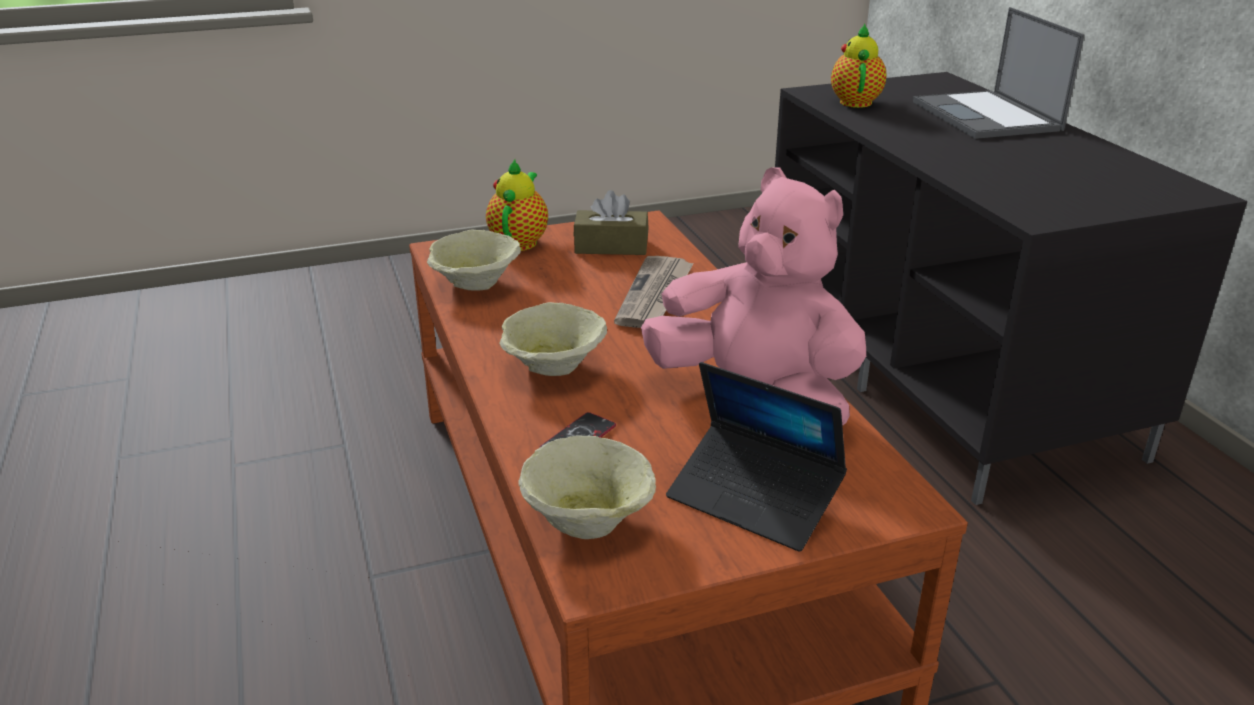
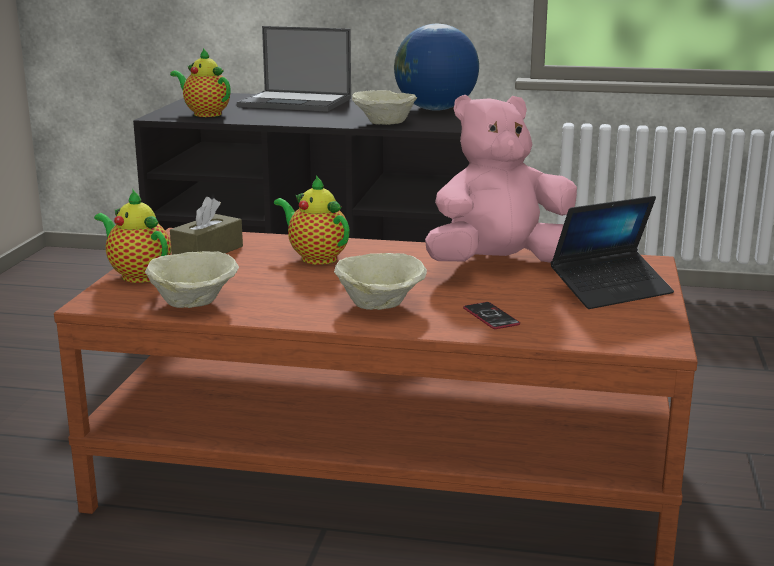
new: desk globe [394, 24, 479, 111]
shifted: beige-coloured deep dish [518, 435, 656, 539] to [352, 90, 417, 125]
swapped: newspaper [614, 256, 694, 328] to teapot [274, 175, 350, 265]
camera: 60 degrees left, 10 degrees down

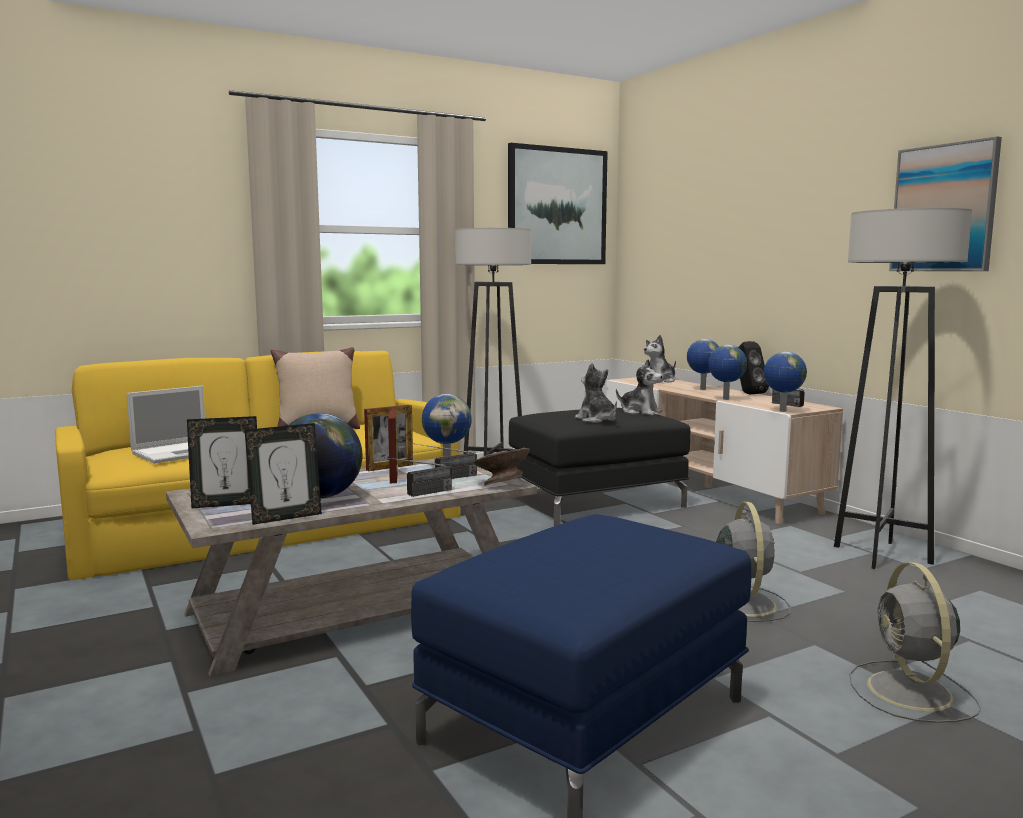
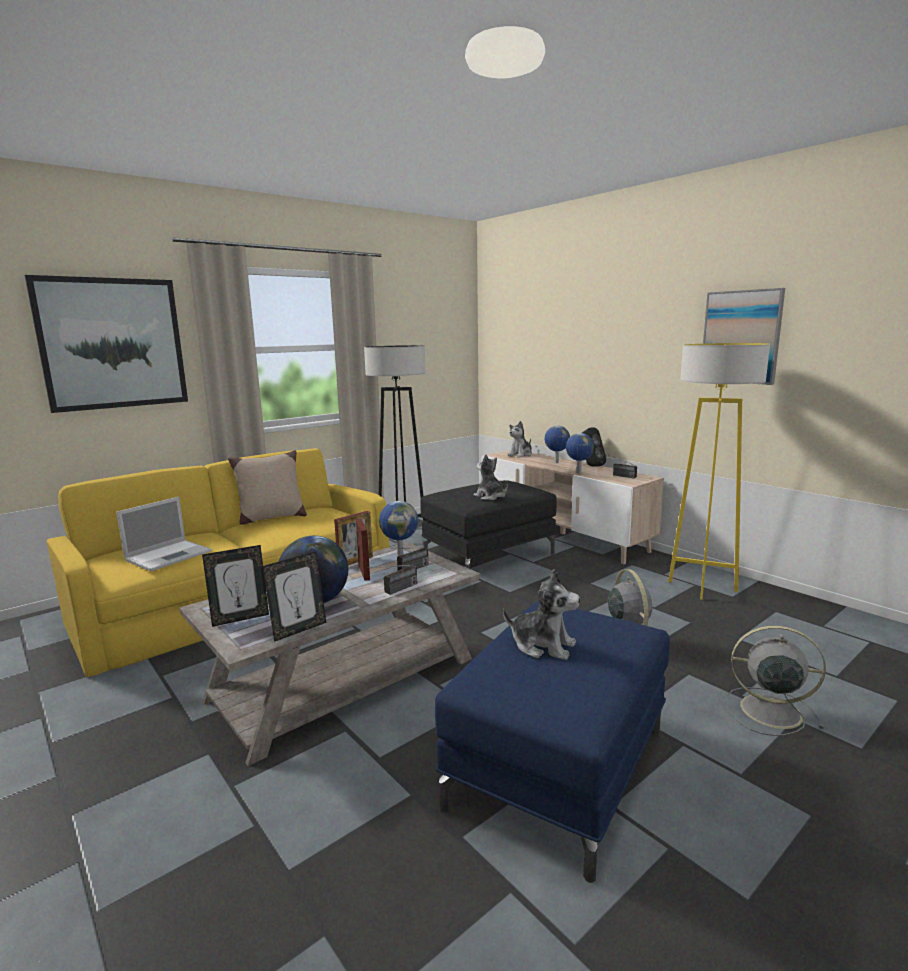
gone: gray deep dish [474, 448, 530, 486]; desk globe [764, 352, 807, 412]
shifted: picture [508, 143, 608, 264] to [25, 275, 188, 413]; soft toy [616, 359, 663, 415] to [503, 569, 580, 660]
repainted: gray standing lamp [834, 208, 972, 569] to yellow-coloured standing lamp [668, 343, 770, 600]
rotated: gray fan [849, 562, 981, 723] = [725, 626, 826, 736] 120 degrees clockwise
camera: 10 degrees left, 5 degrees up

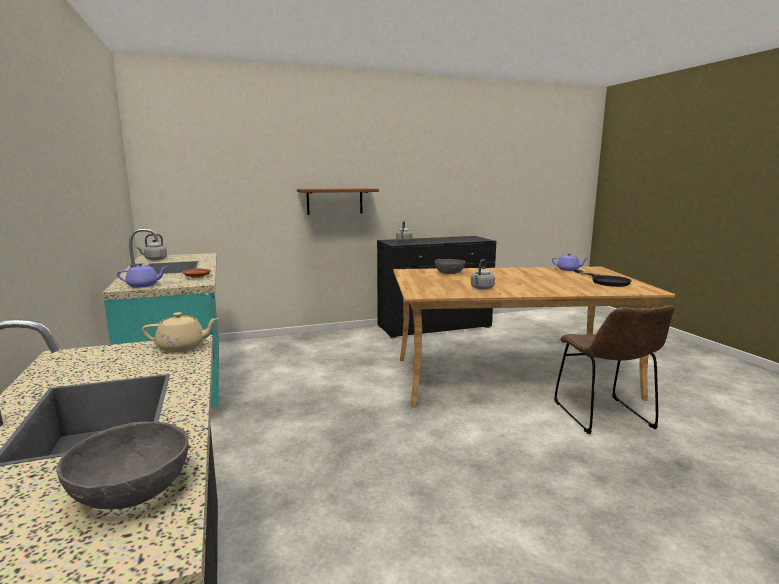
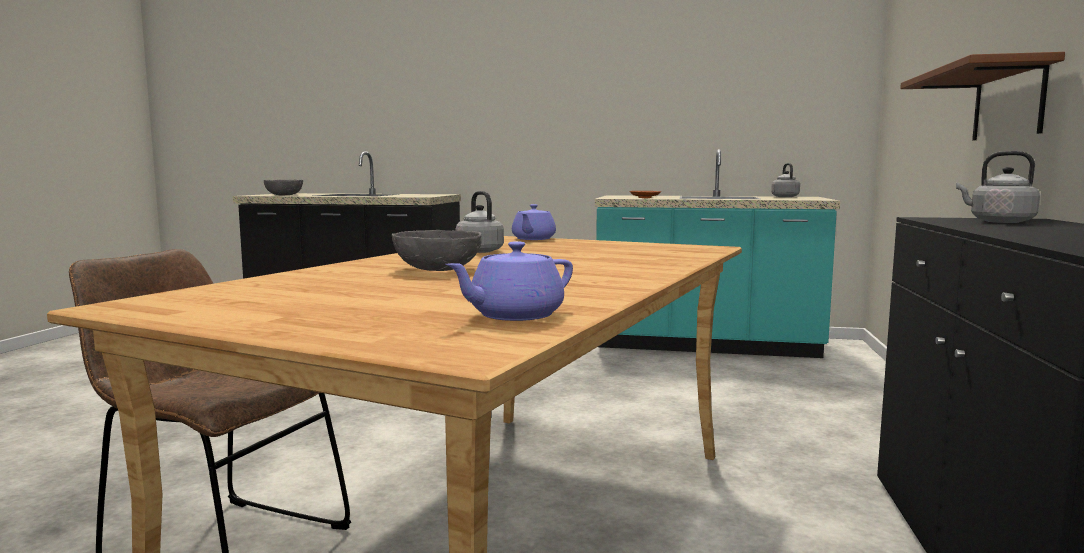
gone: beige-coloured teapot [142, 312, 220, 352]; black skillet [574, 270, 632, 287]
shifted: purple teapot [117, 263, 167, 288] to [512, 204, 556, 240]; gray deep dish [435, 259, 465, 274] to [392, 230, 482, 271]
camera: 120 degrees right, 5 degrees down

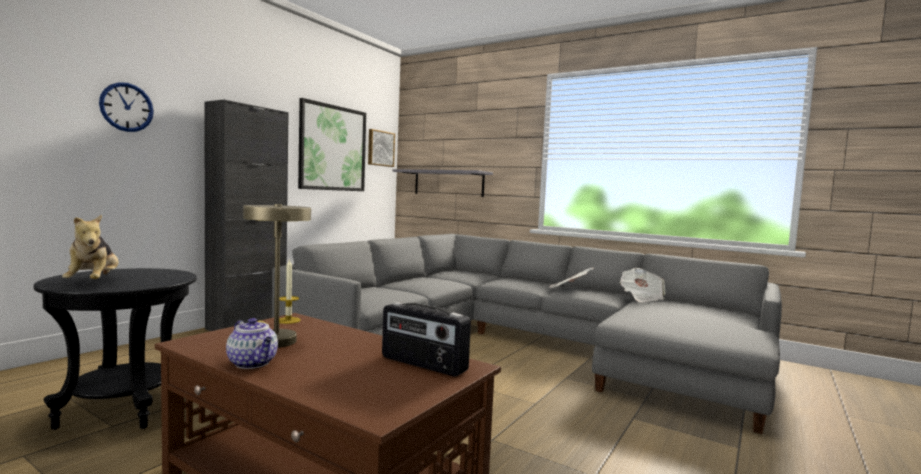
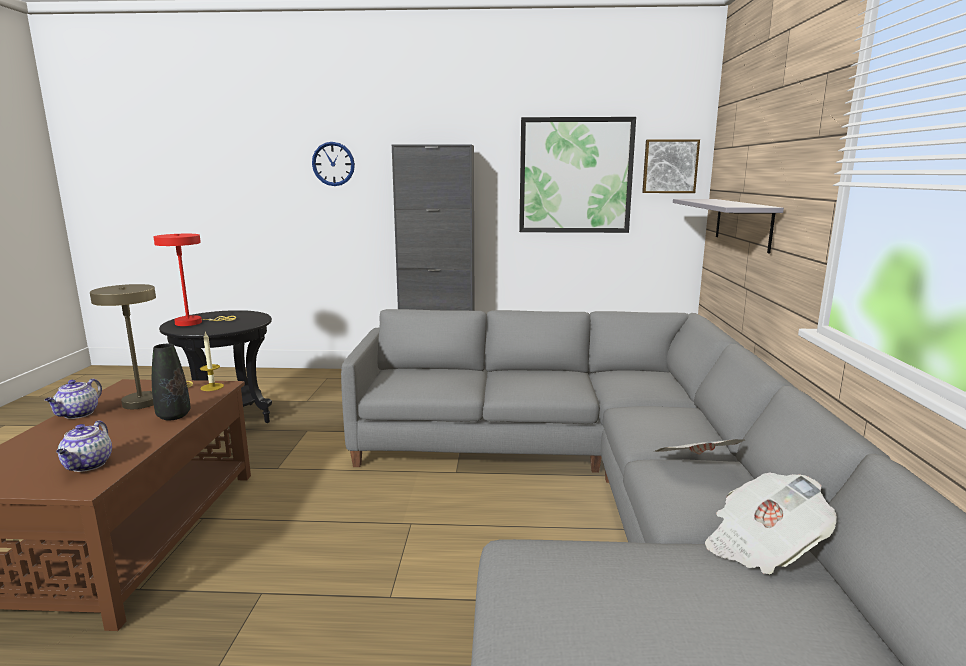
new: black flower vase [152, 343, 190, 421]
swapped: soft toy [62, 215, 118, 279] to red lamp for a table [154, 234, 236, 326]; radio receiver [382, 302, 471, 376] to teapot [56, 420, 112, 472]
camera: 60 degrees right, 10 degrees up

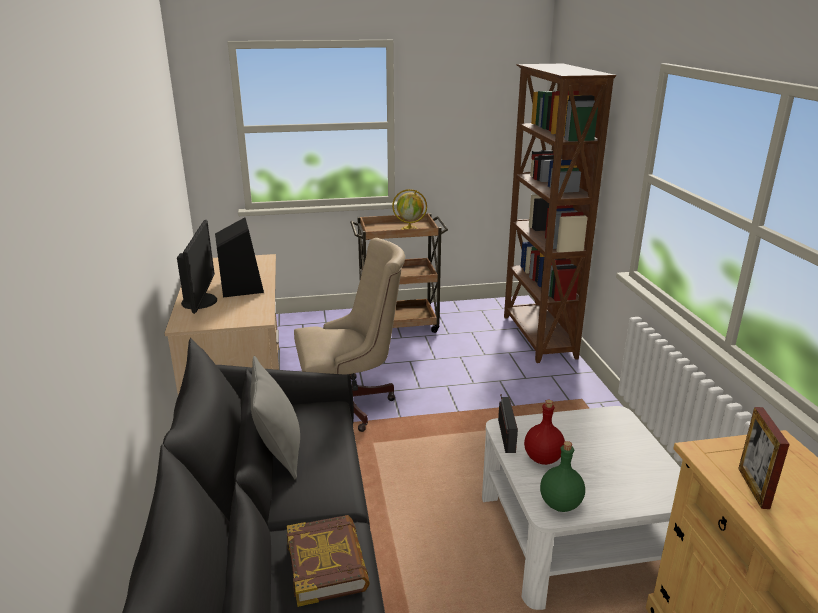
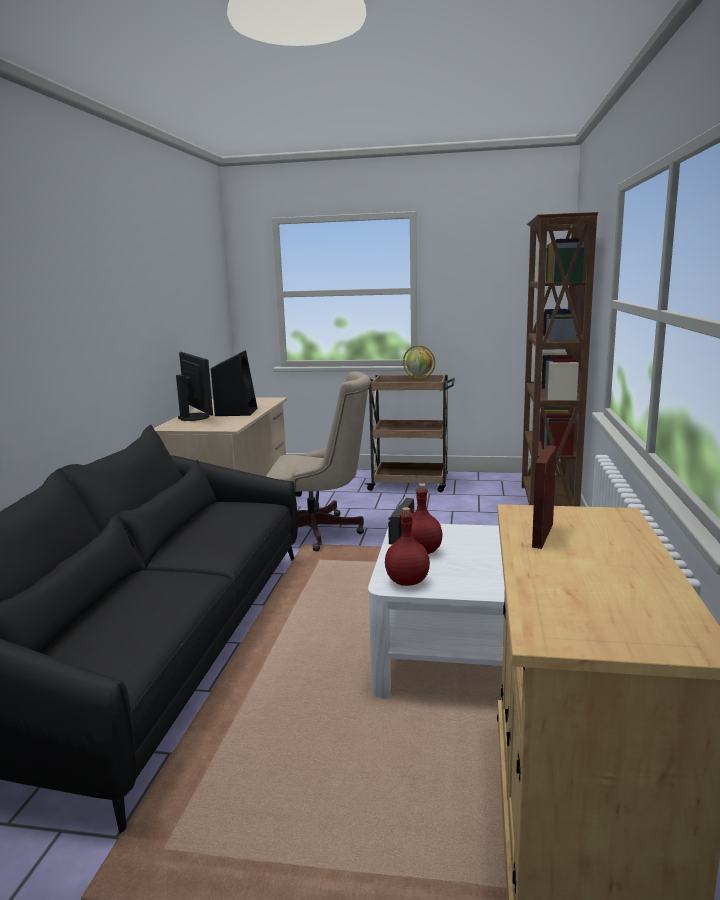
gone: gray cushion [250, 356, 300, 480]; volume [287, 515, 370, 607]
repainted: greenish beverage bottle [540, 441, 585, 512] to red beverage bottle [385, 507, 430, 586]
rotated: computer display [177, 220, 217, 314] = [176, 352, 213, 421] 45 degrees counterclockwise
camera: 20 degrees right, 10 degrees down

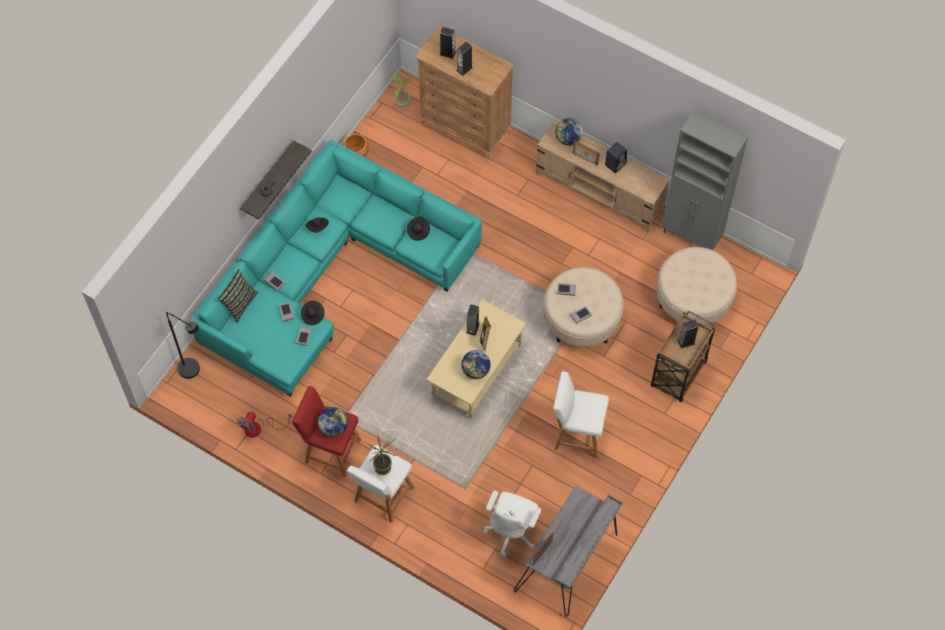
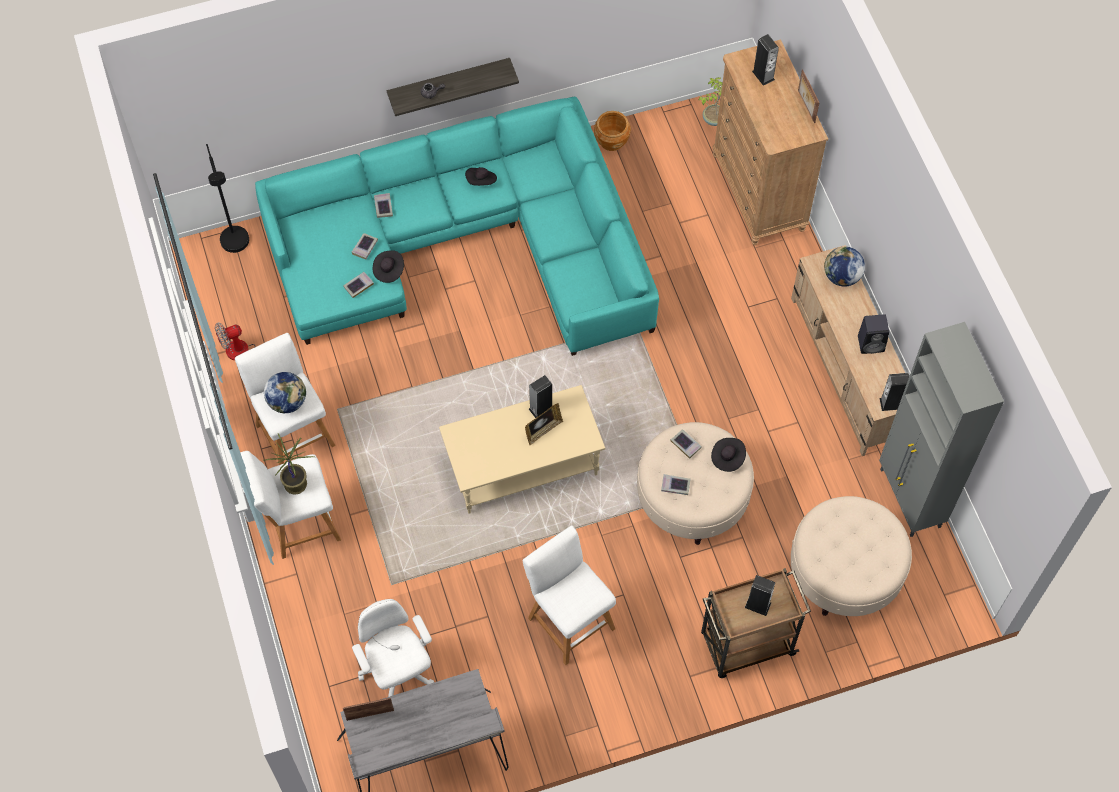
gone: cushion [218, 269, 258, 323]; desk globe [461, 350, 491, 379]
shifted: black hat [407, 217, 430, 241] to [711, 438, 746, 472]; loudspeaker [456, 42, 473, 76] to [880, 373, 909, 411]; picture frame [573, 140, 600, 166] to [798, 69, 820, 123]
repainted: red stool [292, 386, 362, 477] to white stool [235, 333, 335, 465]
rotated: white computer chair [484, 491, 542, 557] = [352, 599, 434, 697] 90 degrees clockwise
camera: 40 degrees right, 0 degrees up

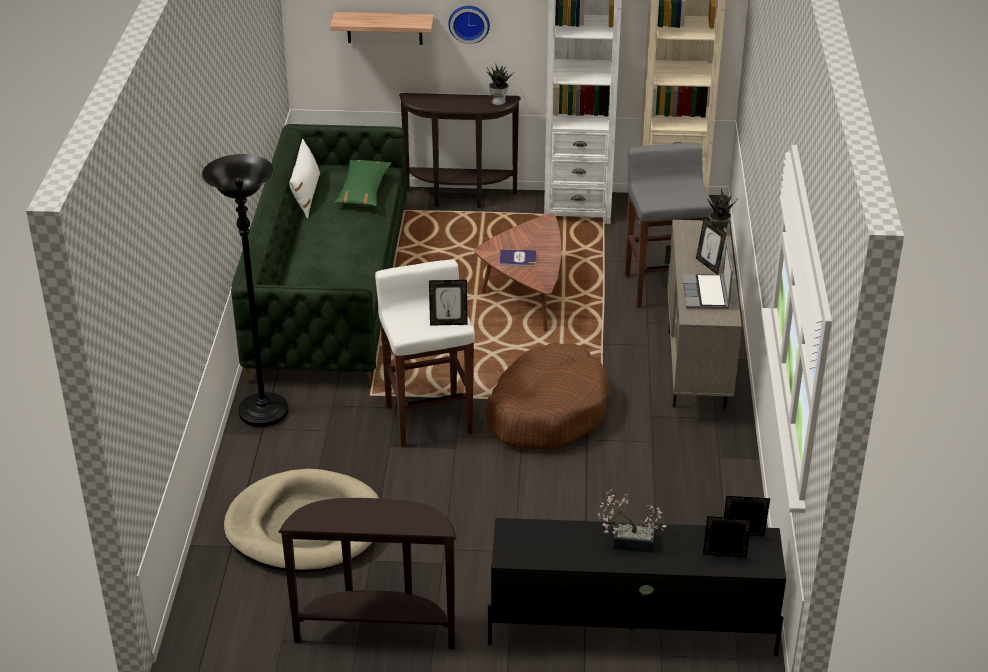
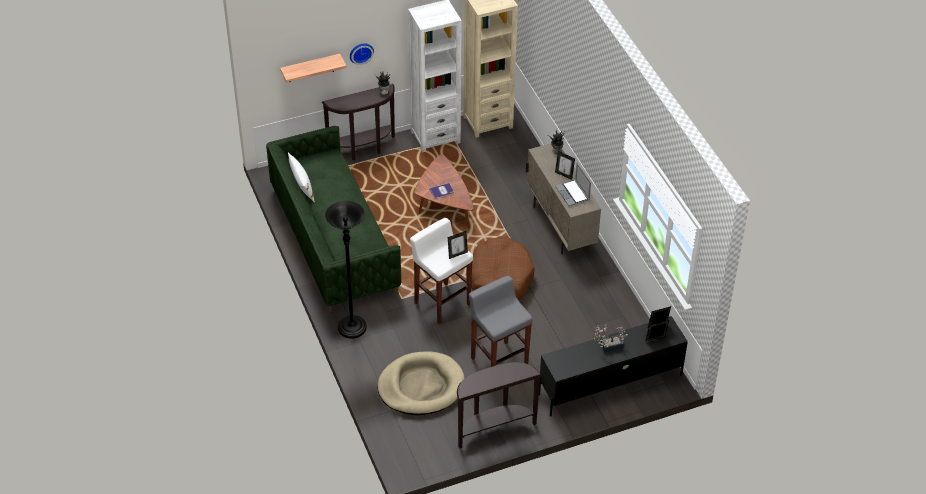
gone: greenish cushion [334, 160, 392, 207]
shifted: gray stool [625, 143, 713, 308] to [469, 276, 533, 367]
camera: 25 degrees left, 10 degrees up

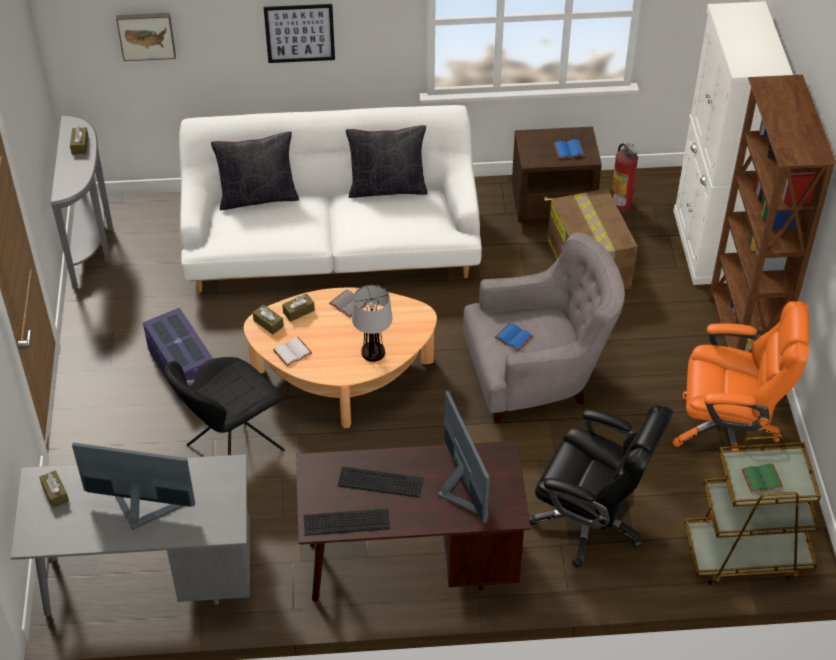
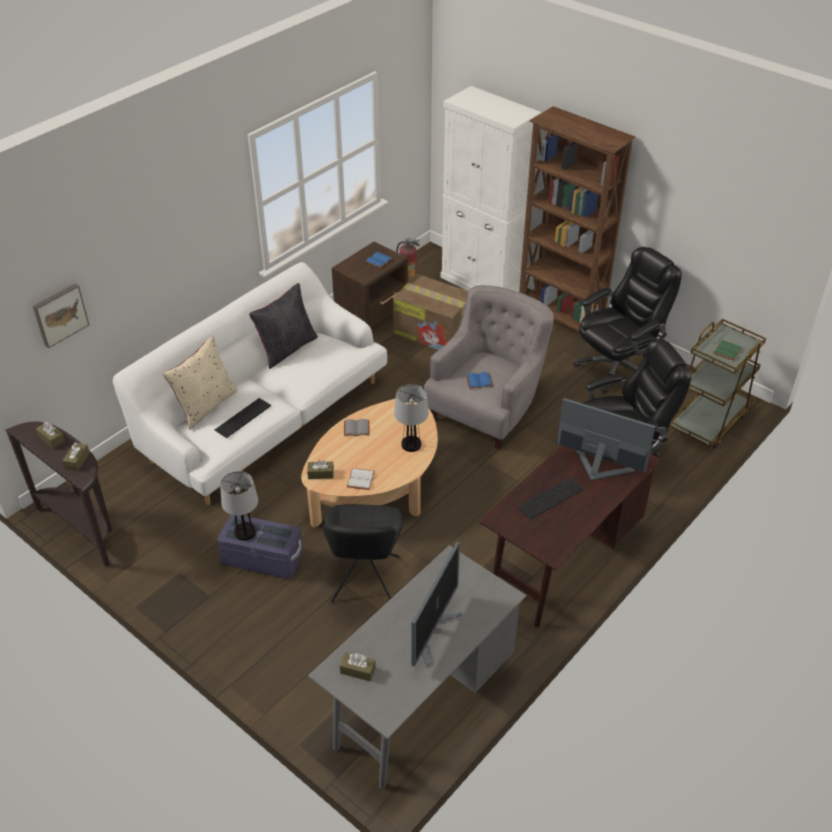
gone: picture [264, 4, 335, 63]
new: lamp for a table [220, 471, 258, 541]
shifted: brown tissue box [282, 294, 315, 322] to [62, 442, 90, 471]; PC keyboard [304, 508, 390, 536] to [215, 398, 271, 438]
repainted: gray console table [51, 115, 113, 288] to brown console table [5, 422, 113, 567]; black cushion [211, 132, 299, 210] to beige-coloured cushion [163, 336, 238, 430]; orange computer chair [672, 301, 809, 451] to black computer chair [573, 247, 682, 394]
rotated: computer display [72, 443, 195, 530] = [411, 541, 462, 667] 150 degrees clockwise
camera: 45 degrees left, 5 degrees down

